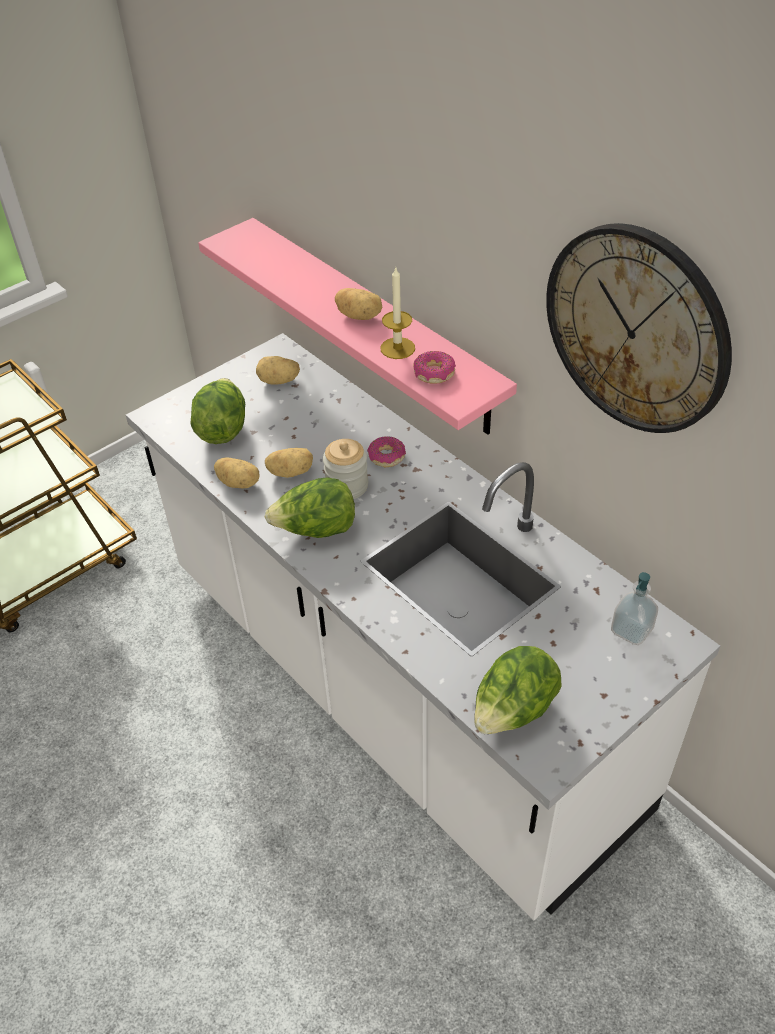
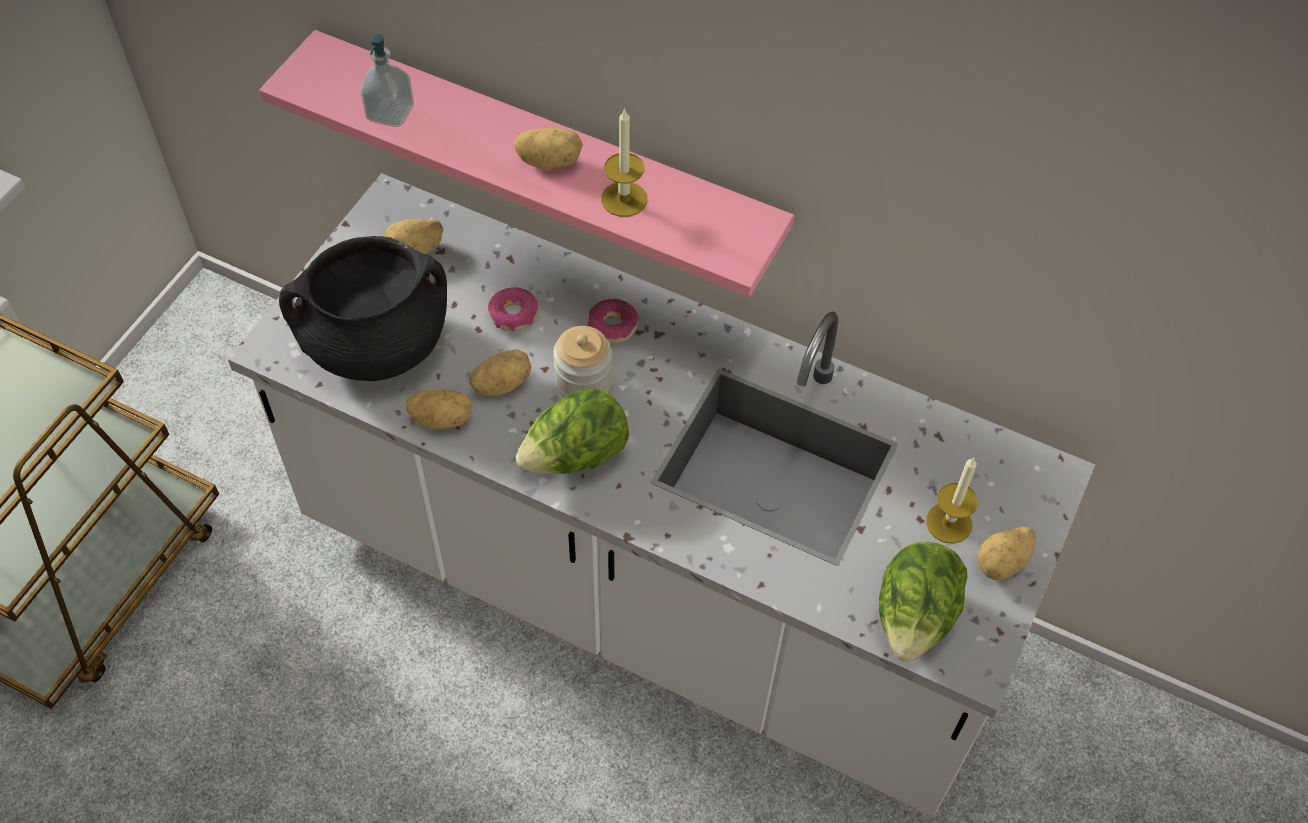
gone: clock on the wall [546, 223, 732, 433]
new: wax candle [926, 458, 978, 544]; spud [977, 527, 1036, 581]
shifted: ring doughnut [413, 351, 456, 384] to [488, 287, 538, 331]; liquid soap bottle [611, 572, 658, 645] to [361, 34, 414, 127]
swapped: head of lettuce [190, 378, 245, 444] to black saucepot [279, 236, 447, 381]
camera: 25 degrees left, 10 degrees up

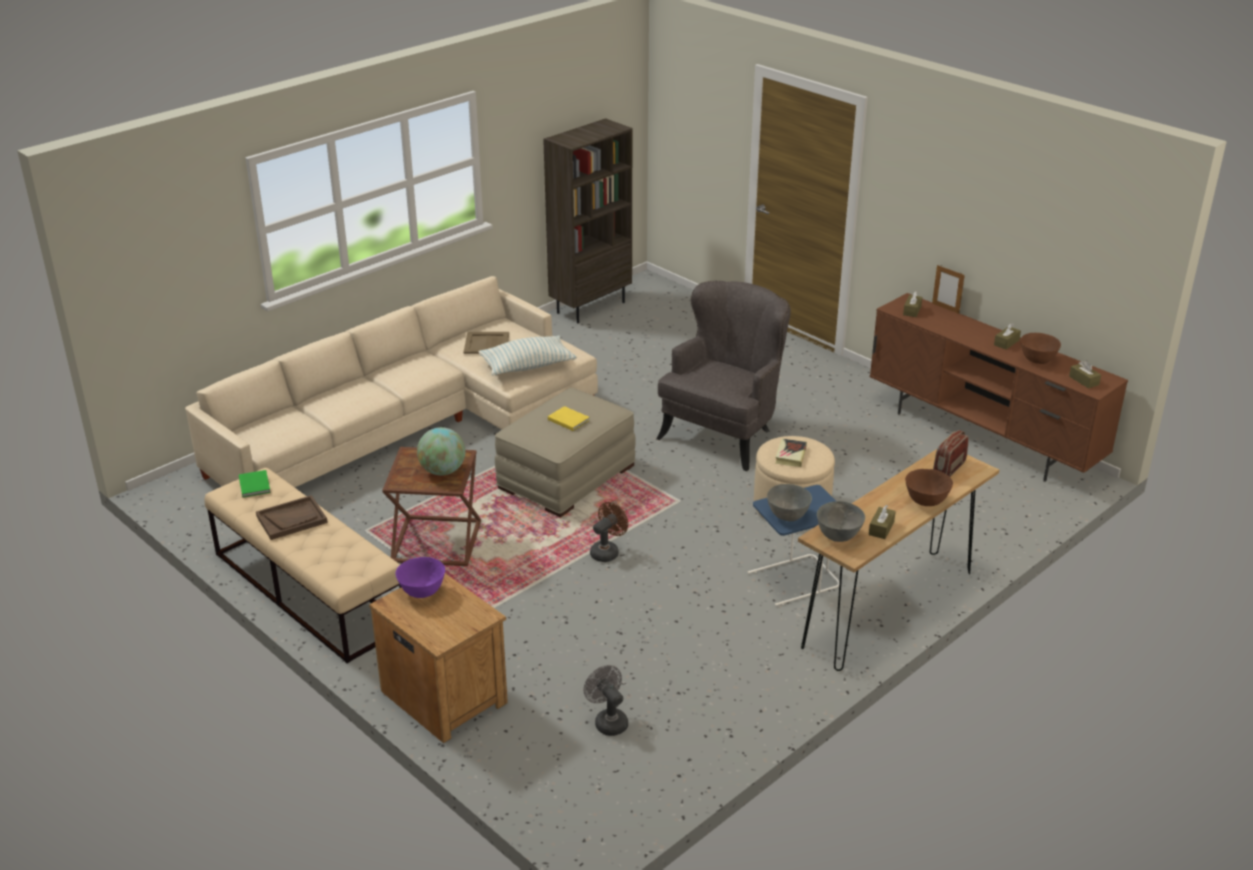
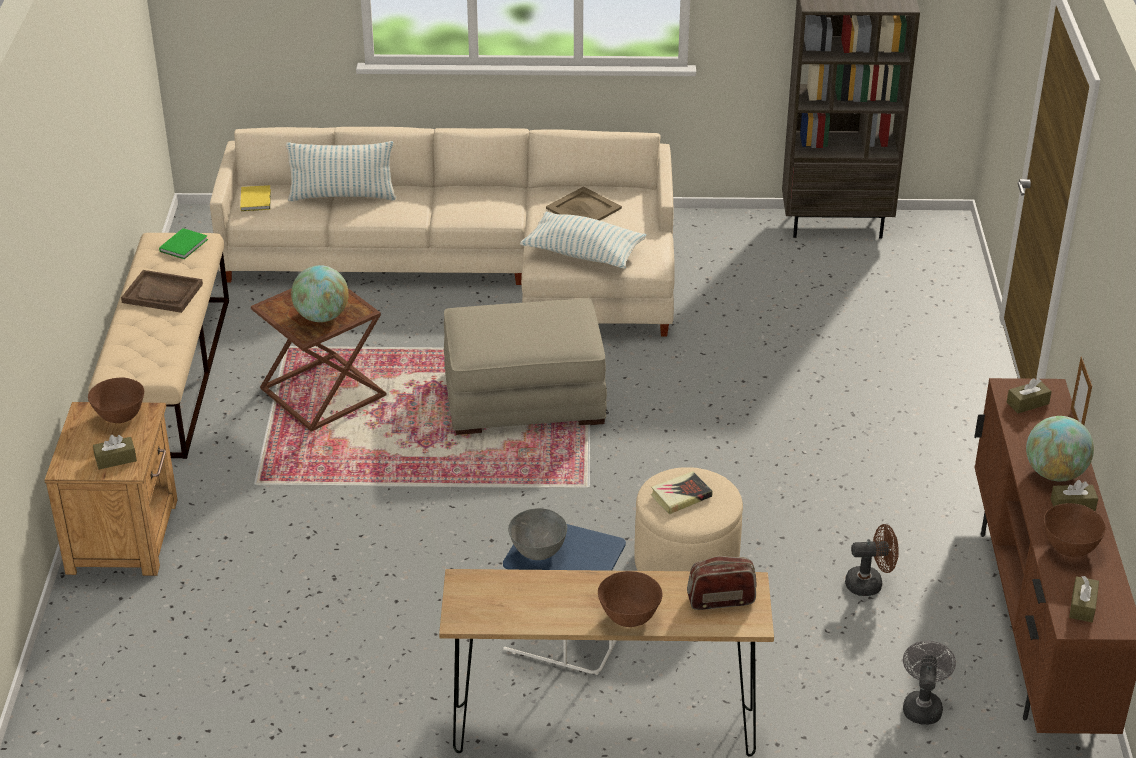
gone: gray lounge chair [656, 281, 791, 471]; gray deep dish [817, 501, 865, 542]
new: cushion [286, 141, 396, 201]; desk globe [1026, 416, 1094, 481]
shifted: yellow-coloured volume [548, 406, 590, 431] to [240, 185, 271, 211]; gray fan [584, 665, 628, 736] to [903, 640, 956, 725]; brown fan [590, 502, 628, 562] to [845, 524, 899, 596]; brown tissue box [869, 505, 896, 539] to [93, 435, 137, 469]
repainted: purple deep dish [395, 557, 445, 598] to brown deep dish [88, 377, 144, 423]
camera: 45 degrees right, 5 degrees up

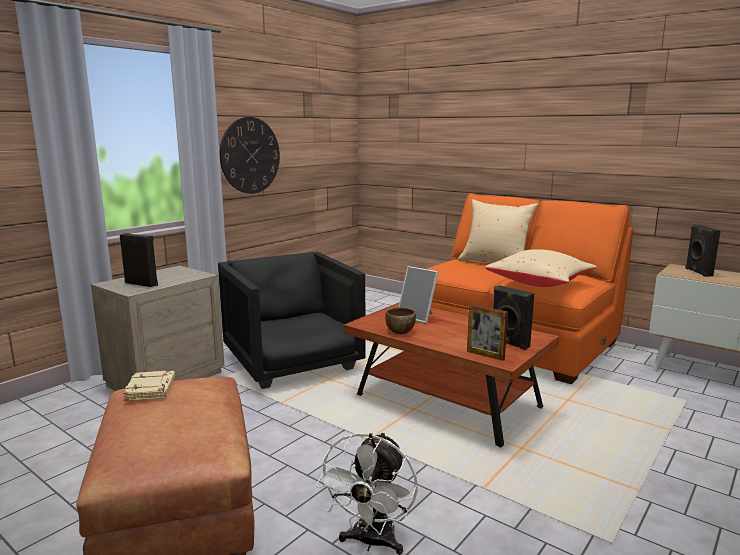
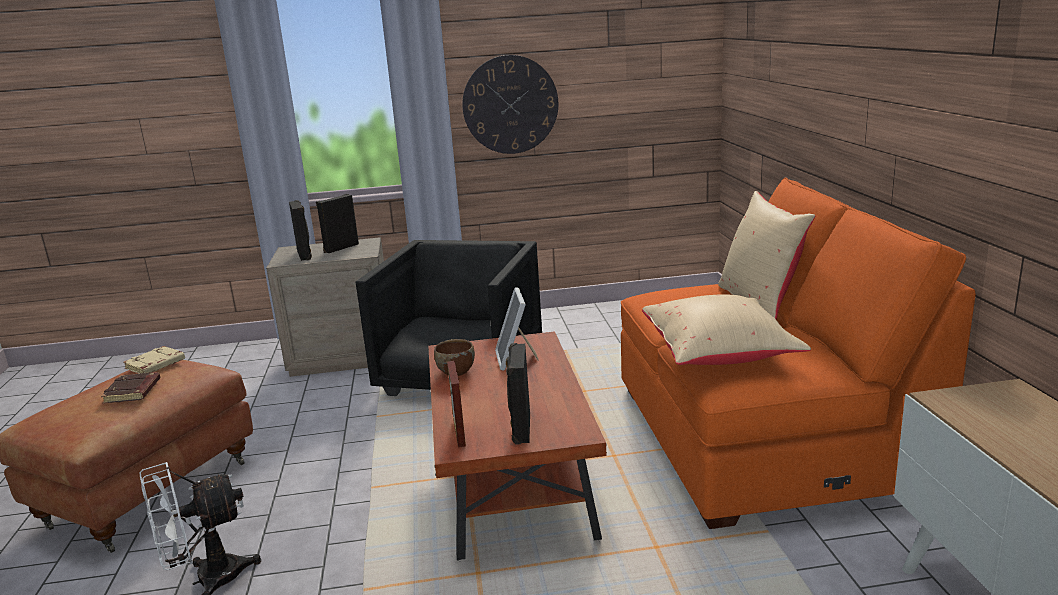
new: brown volume [101, 372, 161, 404]
shifted: black loudspeaker [685, 224, 721, 277] to [316, 194, 359, 253]
camera: 45 degrees right, 5 degrees up

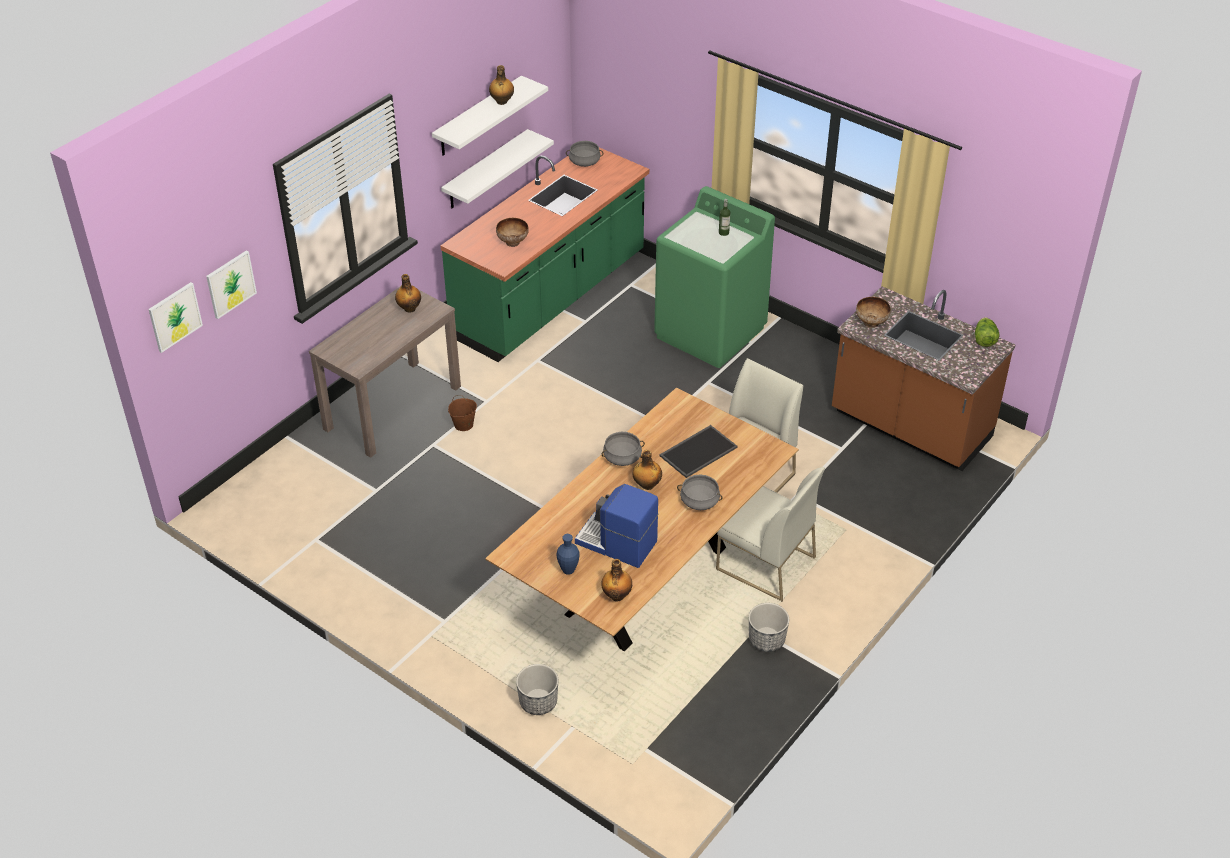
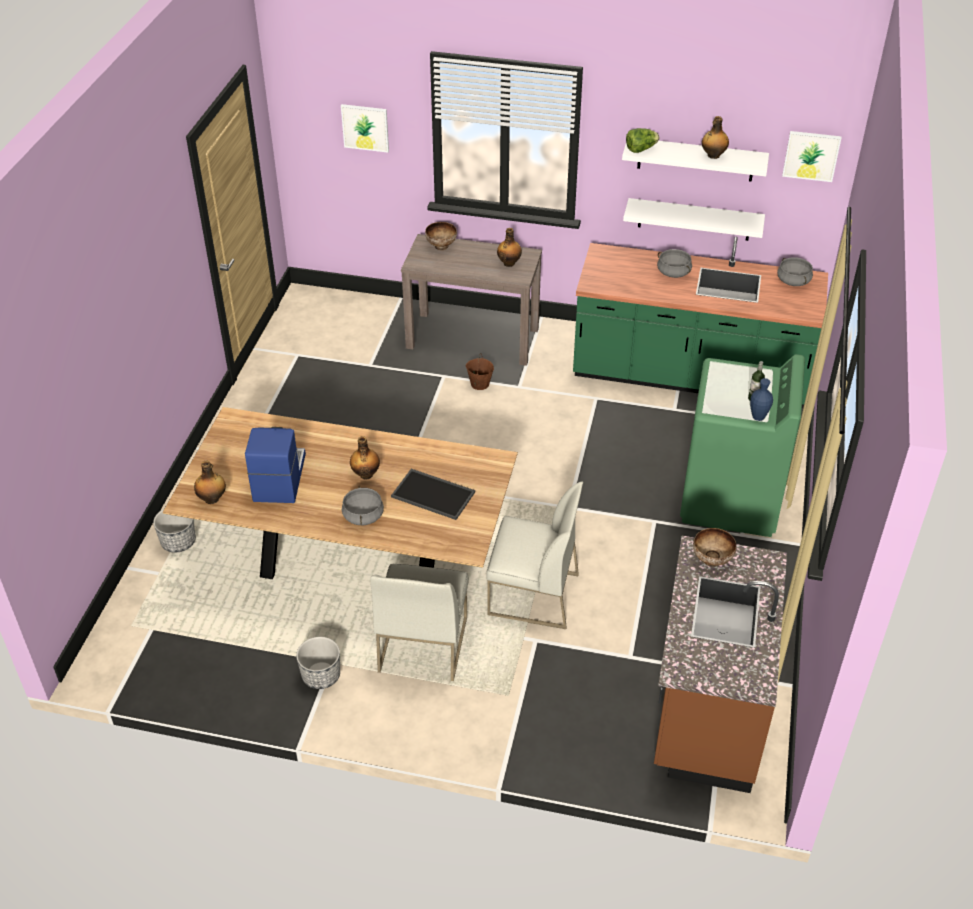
shifted: picture [148, 282, 203, 353] to [782, 131, 842, 182]; deep dish [496, 218, 529, 247] to [425, 222, 457, 250]; blue flower vase [557, 534, 580, 575] to [750, 378, 773, 421]; gray saucepot [602, 432, 645, 466] to [657, 249, 692, 278]; head of lettuce [975, 317, 1000, 347] to [626, 128, 659, 153]
camera: 65 degrees right, 0 degrees up

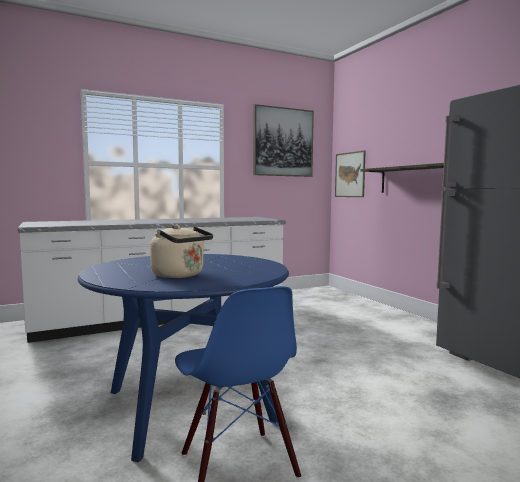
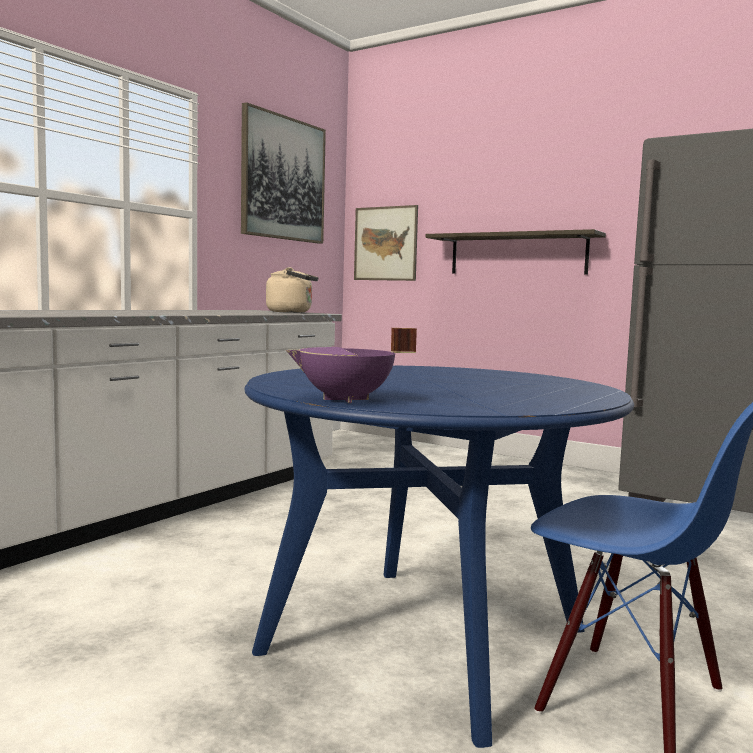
new: purple saucepot [286, 328, 417, 403]
shifted: beige-coloured kettle [150, 225, 213, 278] to [266, 267, 319, 313]
camera: 30 degrees left, 0 degrees up

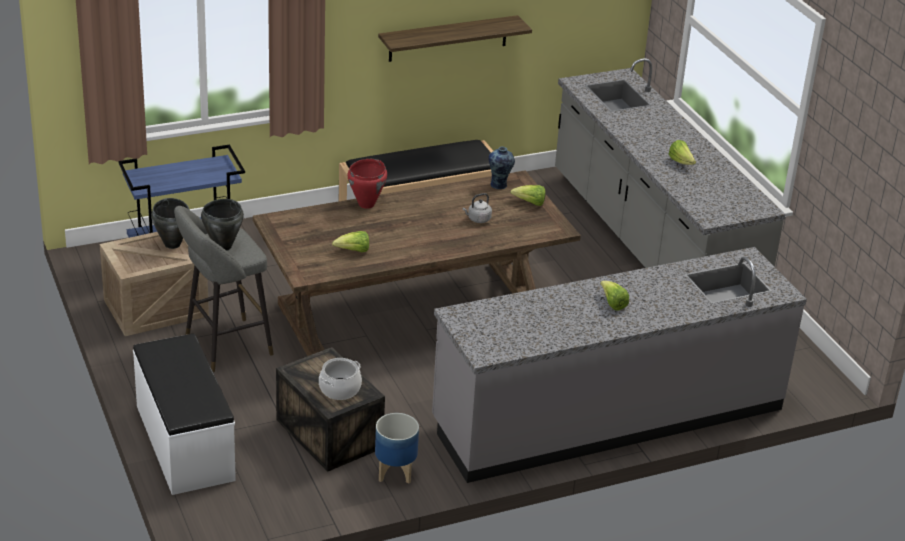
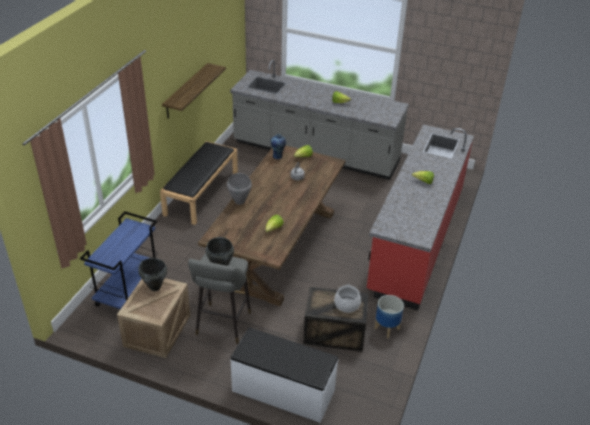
repainted: red saucepot [347, 159, 387, 209] to gray saucepot [227, 173, 252, 205]; gray kitchen counter [432, 247, 807, 483] to red kitchen counter [367, 124, 474, 310]
camera: 45 degrees left, 5 degrees up

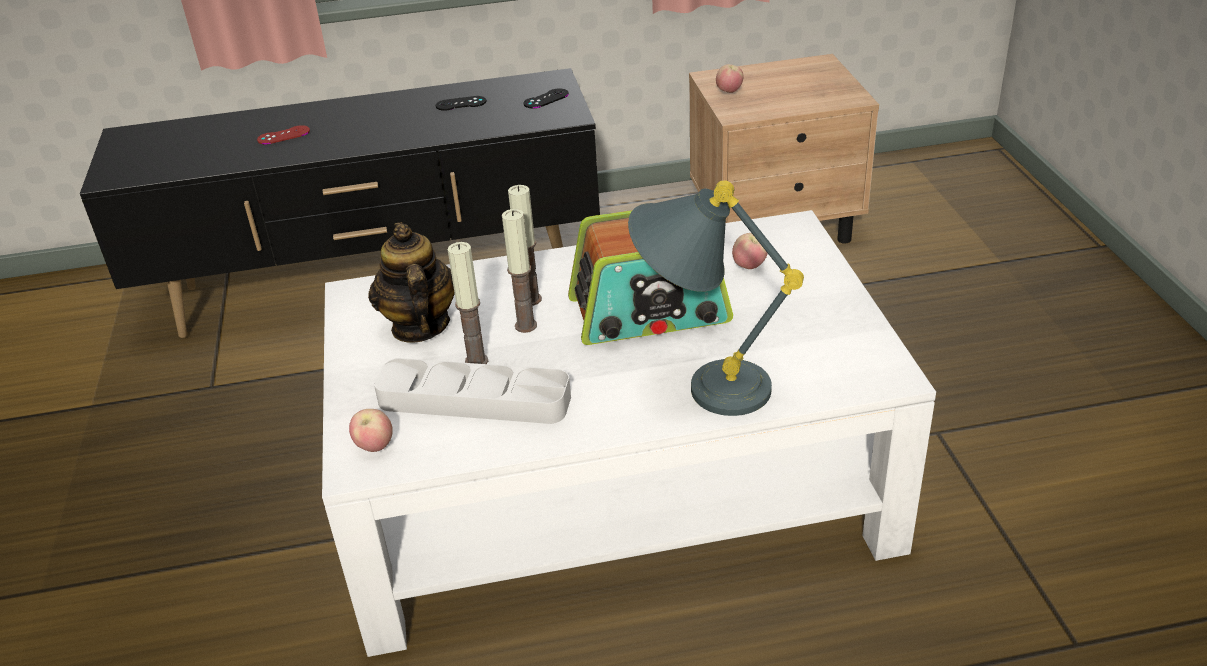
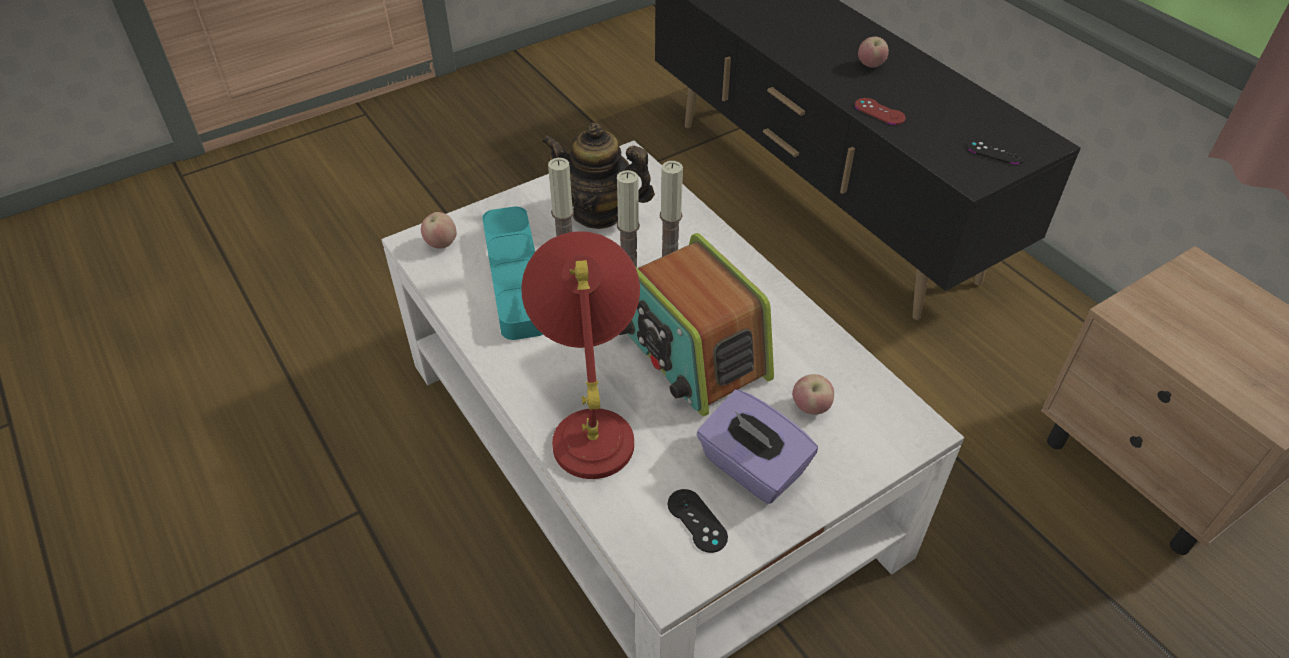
new: purple tissue box [696, 389, 818, 504]
shifted: red game controller [257, 125, 310, 144] to [855, 98, 906, 125]; black game controller [436, 96, 486, 111] to [668, 489, 728, 553]; whole apple [716, 64, 744, 93] to [858, 37, 889, 68]
repainted: gray tray [374, 358, 571, 424] to turquoise-coloured tray [482, 207, 543, 340]; gray lamp for a table [628, 180, 804, 416] to red lamp for a table [521, 231, 640, 479]
rotated: teapot [368, 222, 455, 343] = [542, 123, 655, 229] 120 degrees counterclockwise
camera: 65 degrees right, 10 degrees up

